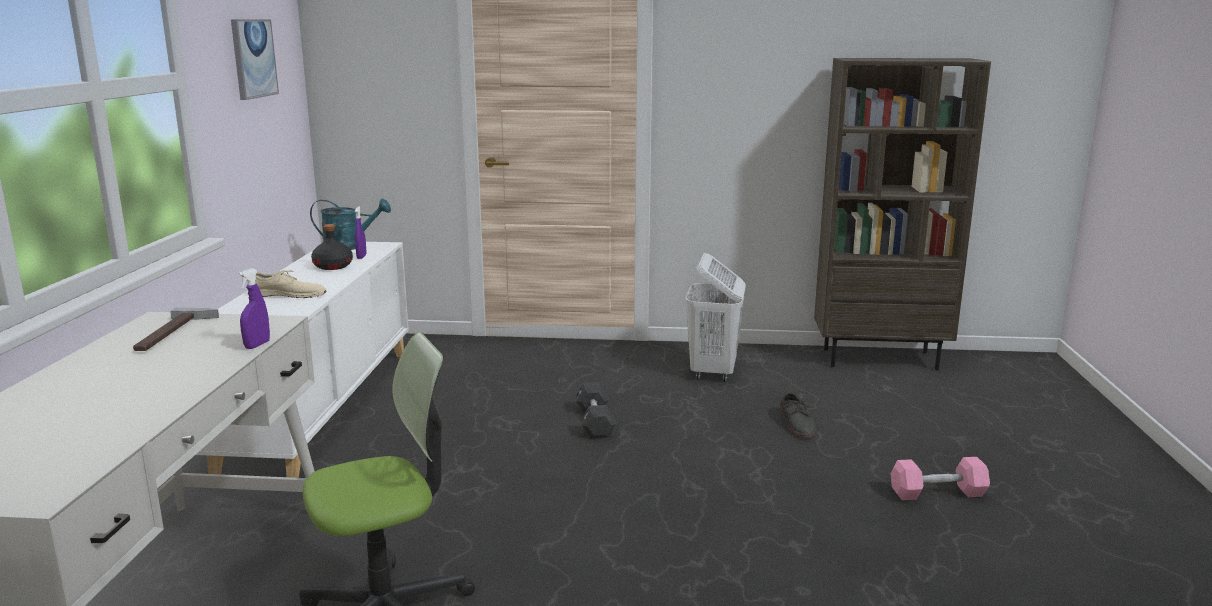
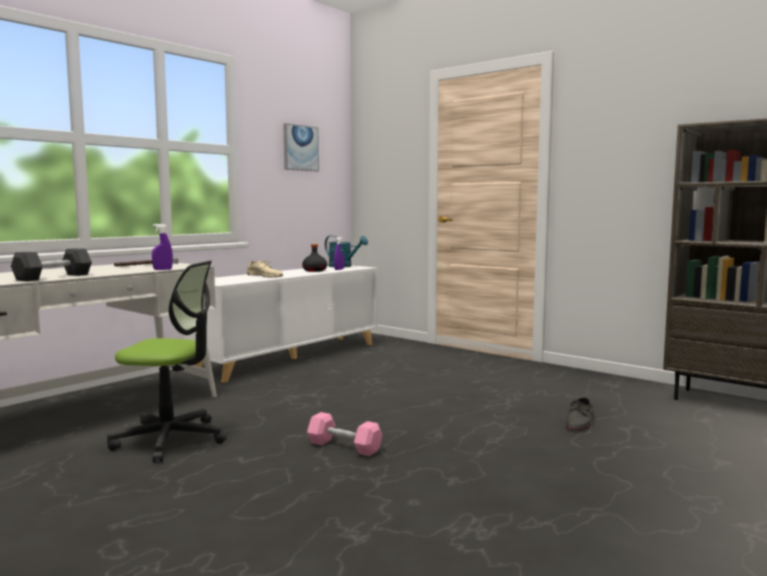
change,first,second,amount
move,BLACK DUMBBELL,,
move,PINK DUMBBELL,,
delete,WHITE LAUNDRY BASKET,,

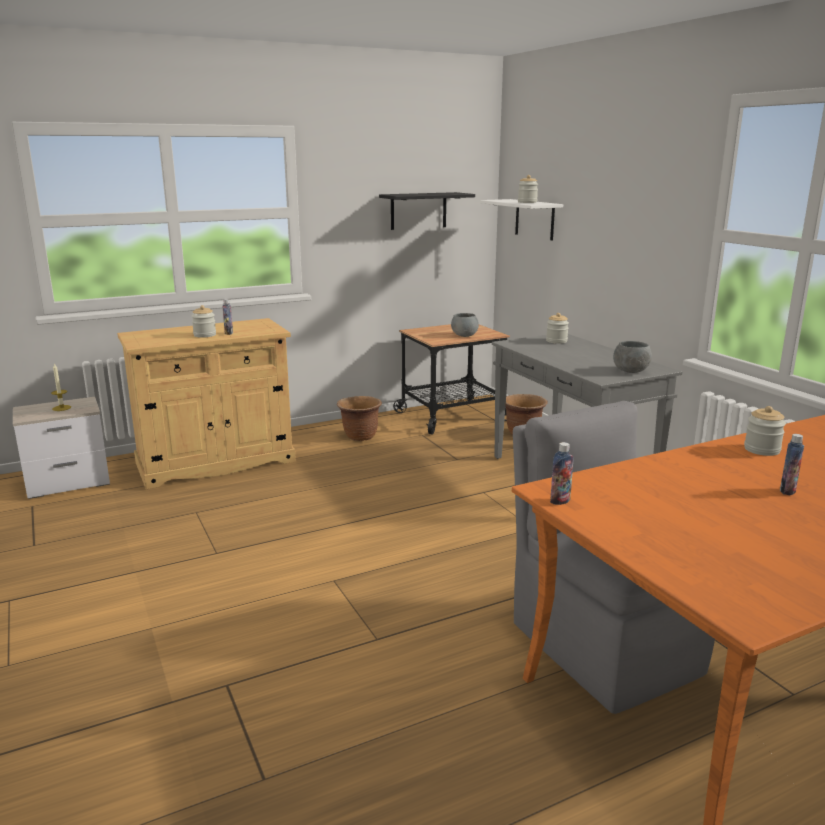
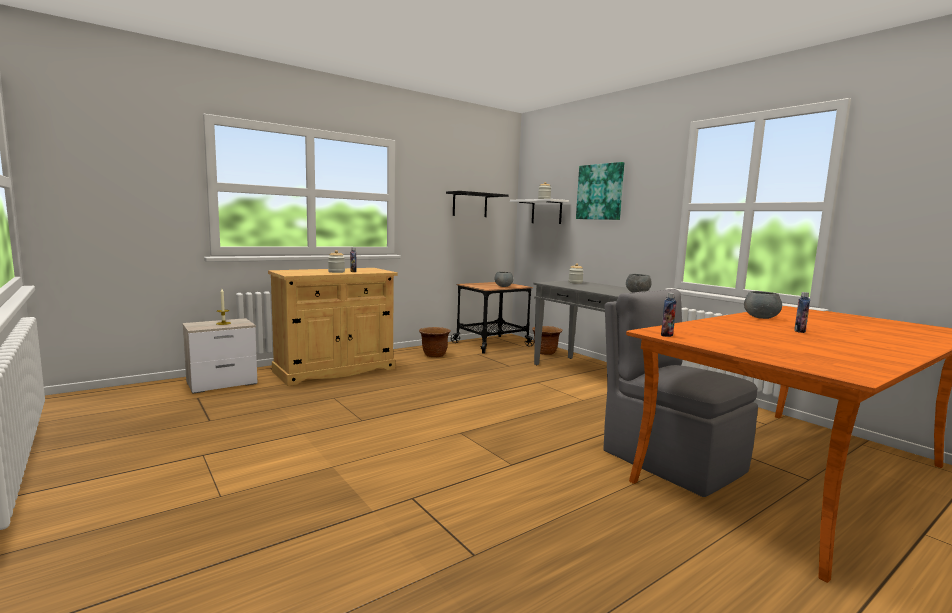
change,first,second,amount
insert,,PICTURE,
replace,JAR (4th from left),GREY BOWL (3rd from left),

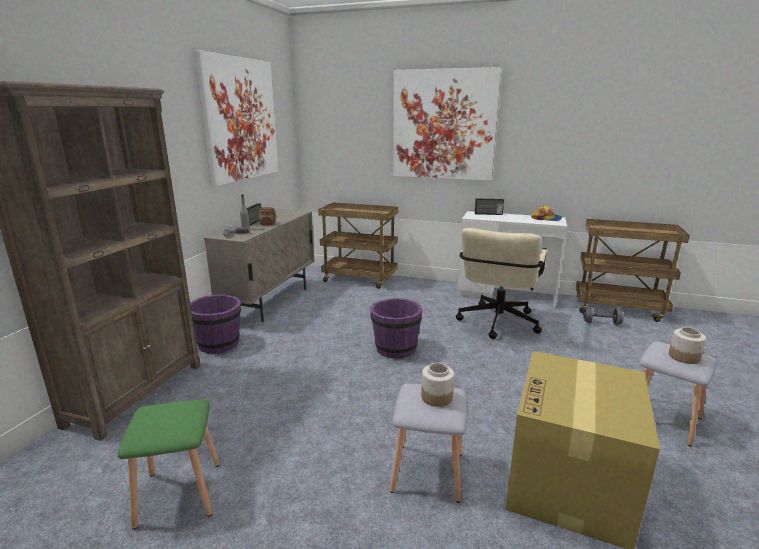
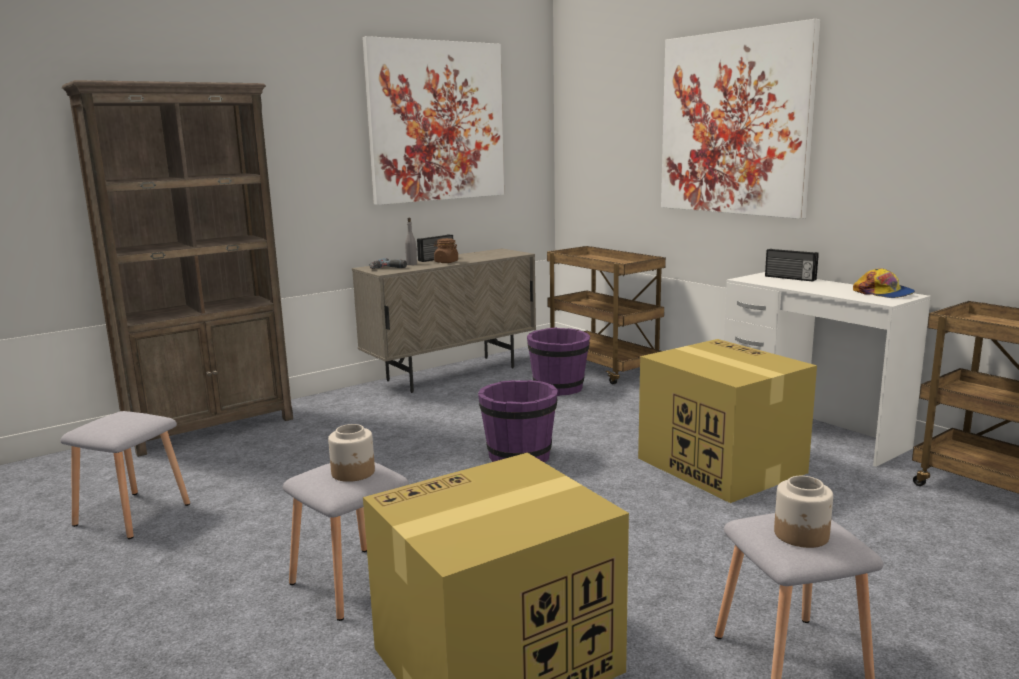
change,first,second,amount
recolor,GREEN STOOL,GREY STOOL (1st from left),
move,PURPLE BUCKET (1st from left in the first image),PURPLE BUCKET (2nd from left),
replace,BEIGE OFFICE CHAIR,CARDBOARD BOX (2nd from left),
delete,GREY DUMBBELL,,

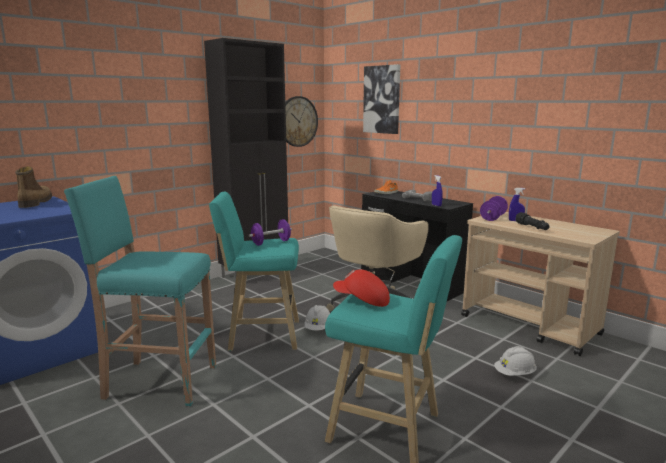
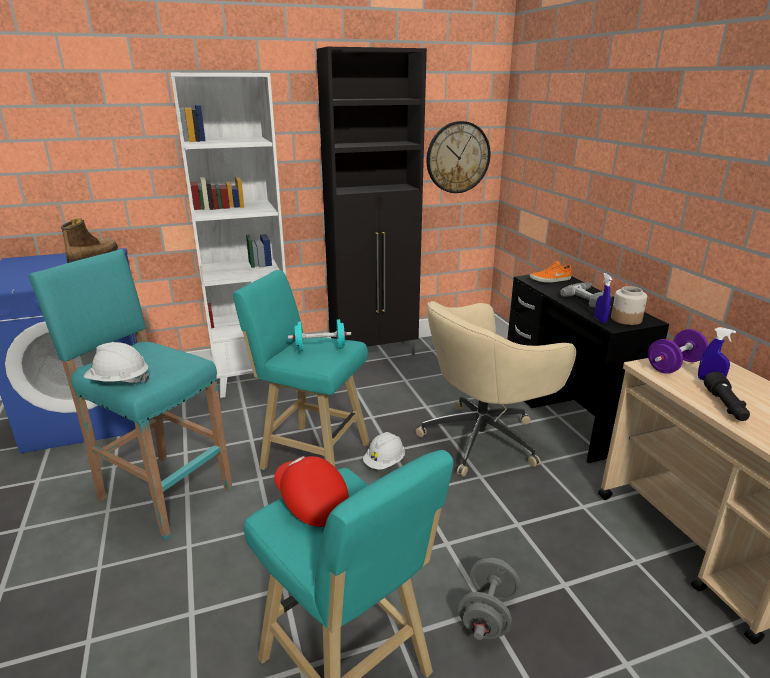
change,first,second,amount
move,WHITE HARD HAT (2nd from left in the first image),WHITE HARD HAT (1st from left),
insert,,WHITE BOOKCASE,
recolor,PURPLE DUMBBELL (1st from left),TURQUOISE DUMBBELL,
insert,,GREY DUMBBELL,
insert,,JAR,
delete,PICTURE,,

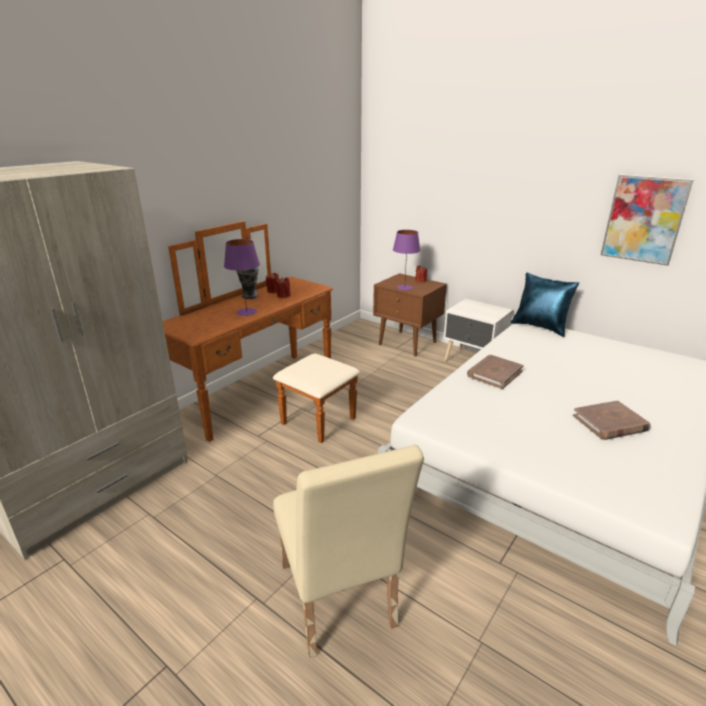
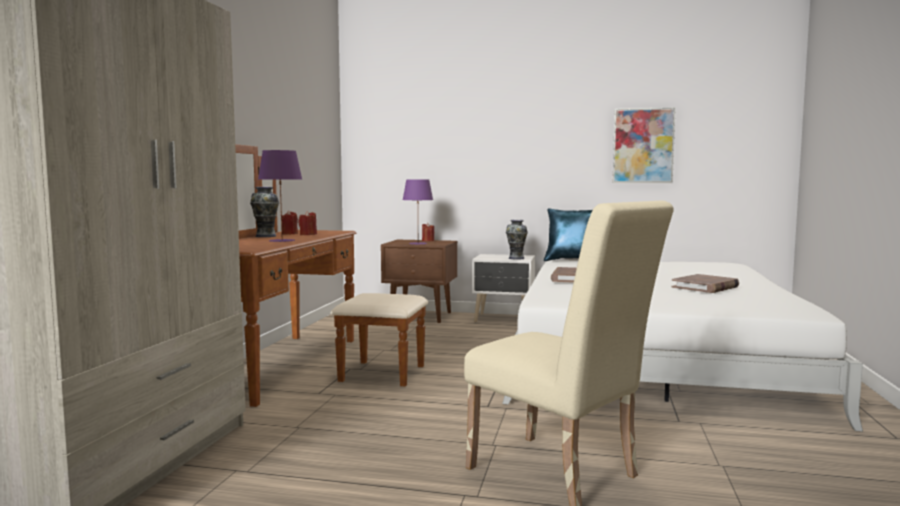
change,first,second,amount
insert,,VASE (2nd from left),

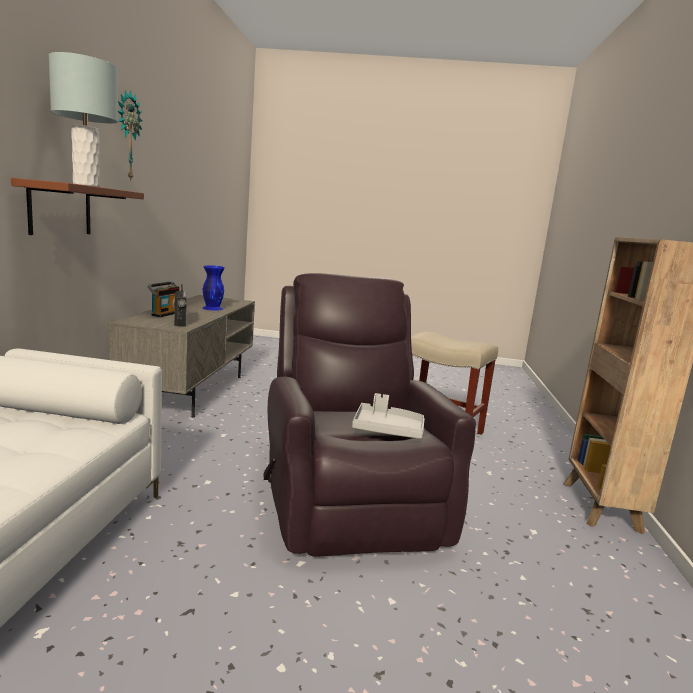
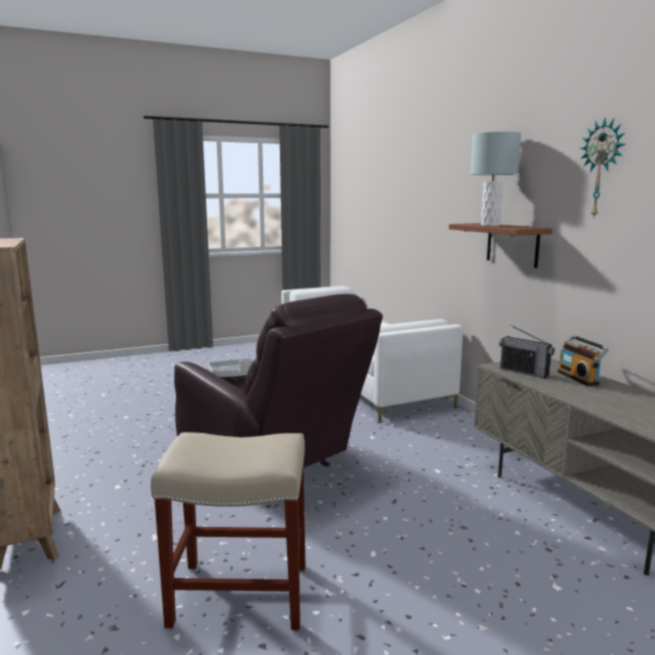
change,first,second,amount
delete,BLUE VASE,,

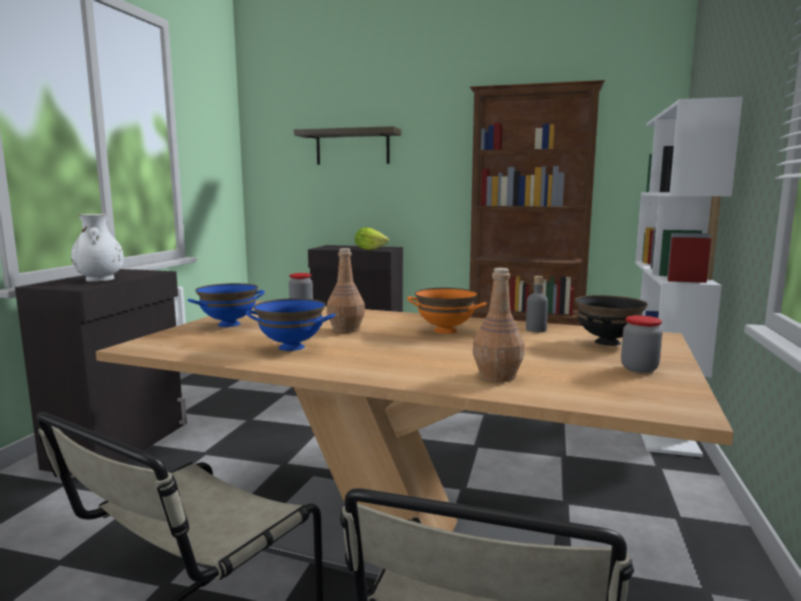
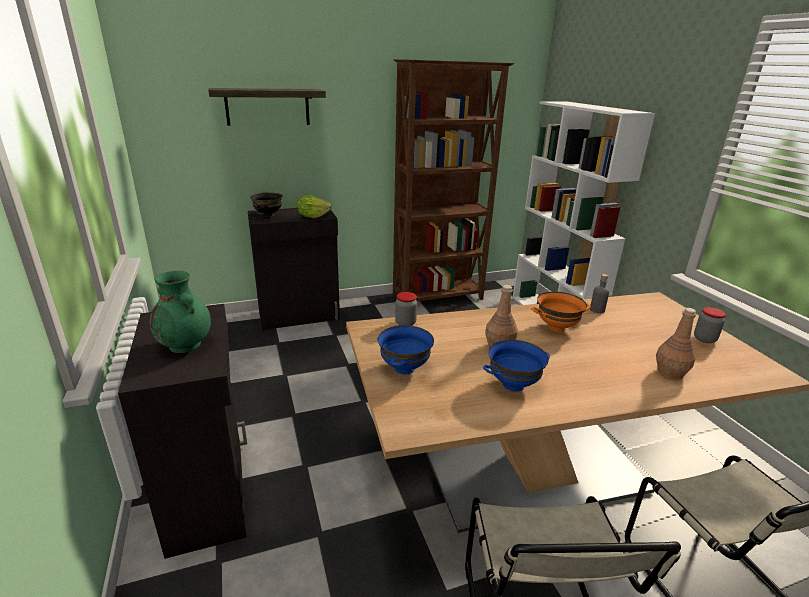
change,first,second,amount
recolor,WHITE VASE,GREEN VASE,
move,BLACK BOWL,,

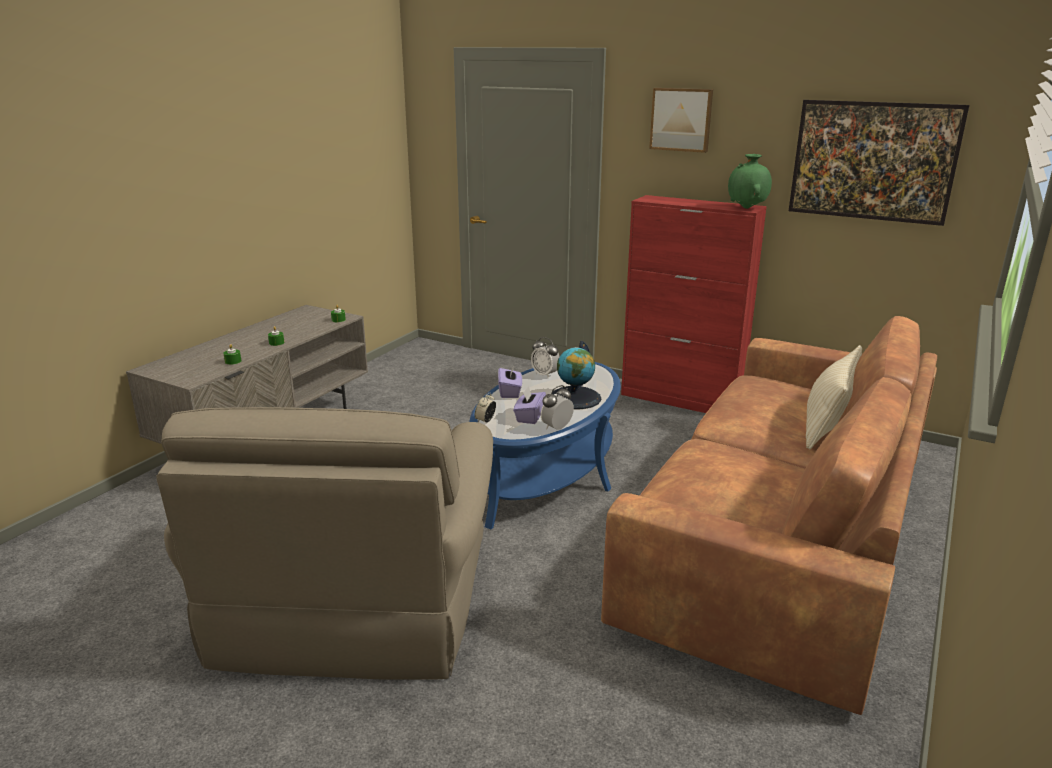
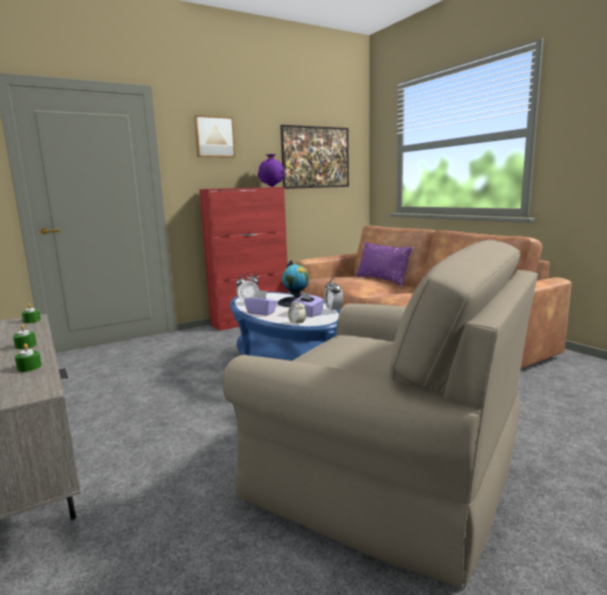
change,first,second,amount
recolor,GREEN VASE,PURPLE VASE,
recolor,BEIGE PILLOW,PURPLE PILLOW,

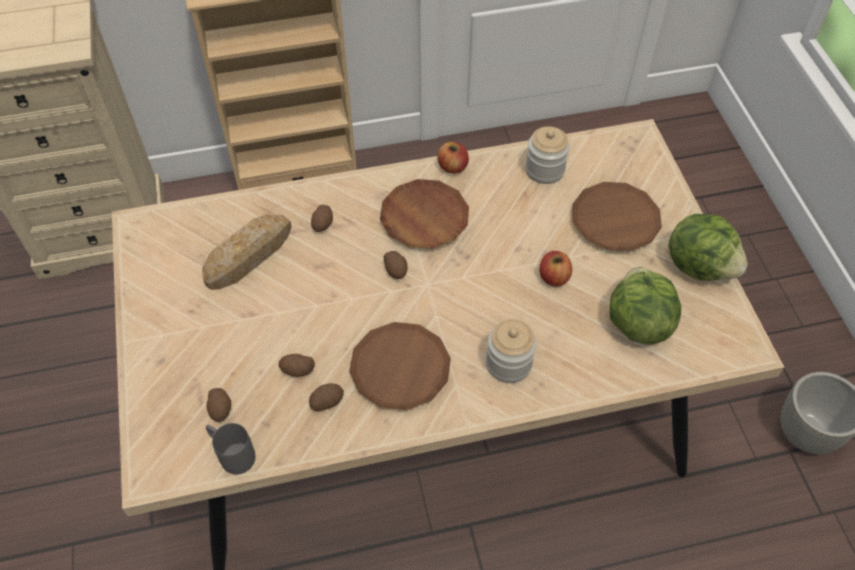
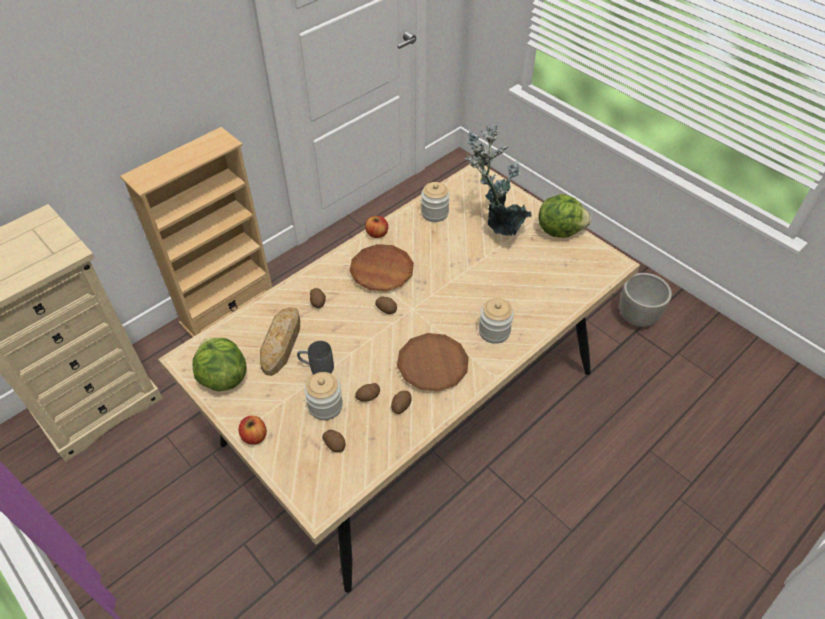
change,first,second,amount
move,LETTUCE (1st from left),,
move,APPLE (2nd from left in the first image),APPLE (1st from left),
move,GREY MUG,,
insert,,JAR (1st from left),
replace,BROWN PLATE (3rd from left),POTTED PLANT,

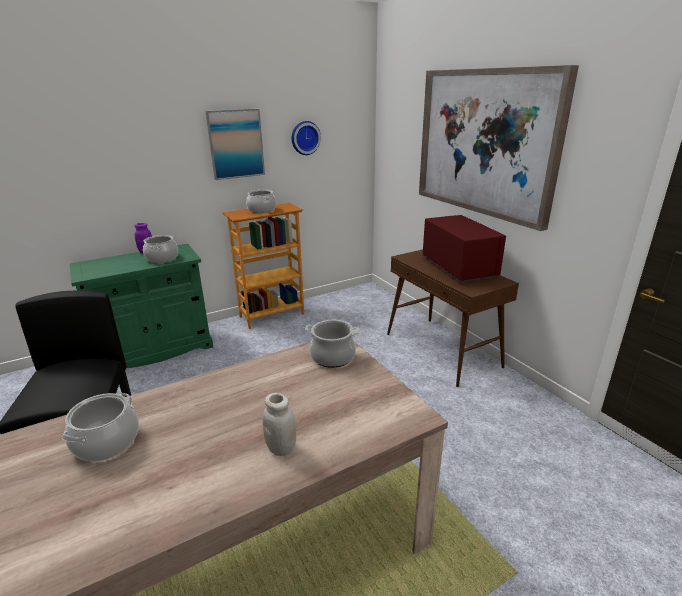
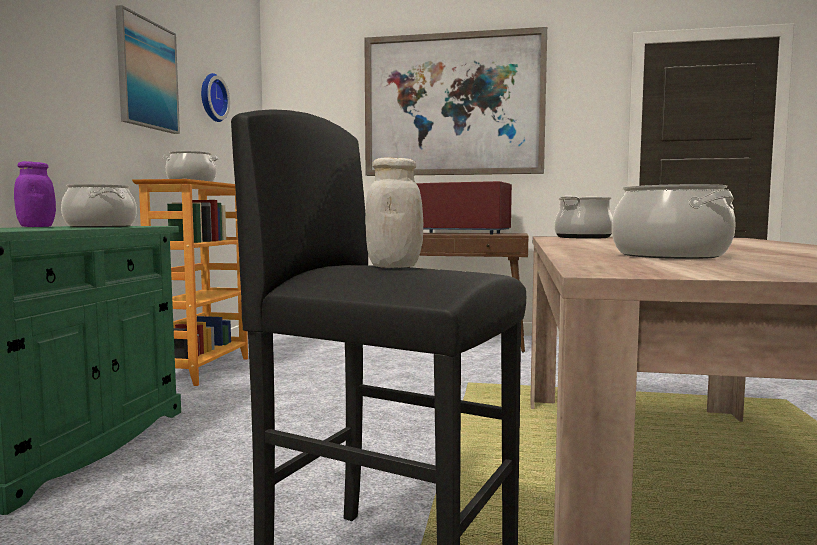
change,first,second,amount
move,WHITE JAR,,

